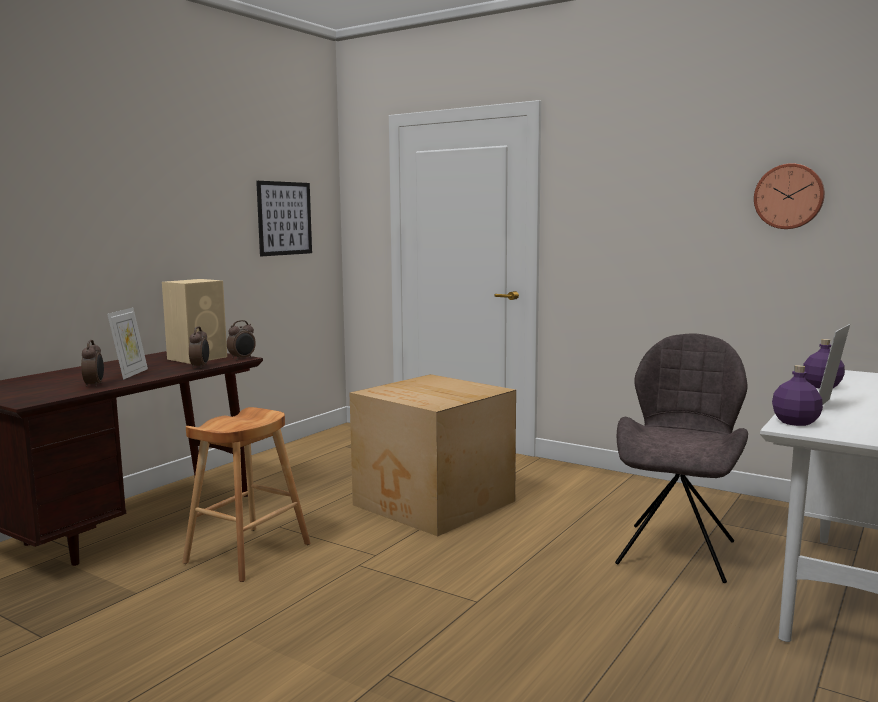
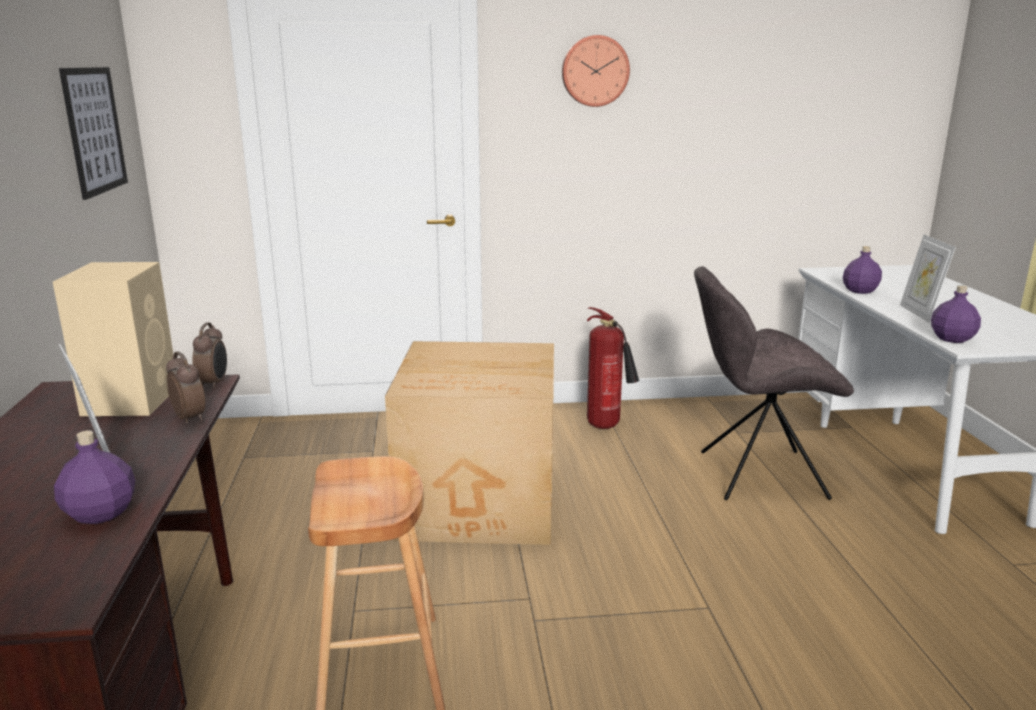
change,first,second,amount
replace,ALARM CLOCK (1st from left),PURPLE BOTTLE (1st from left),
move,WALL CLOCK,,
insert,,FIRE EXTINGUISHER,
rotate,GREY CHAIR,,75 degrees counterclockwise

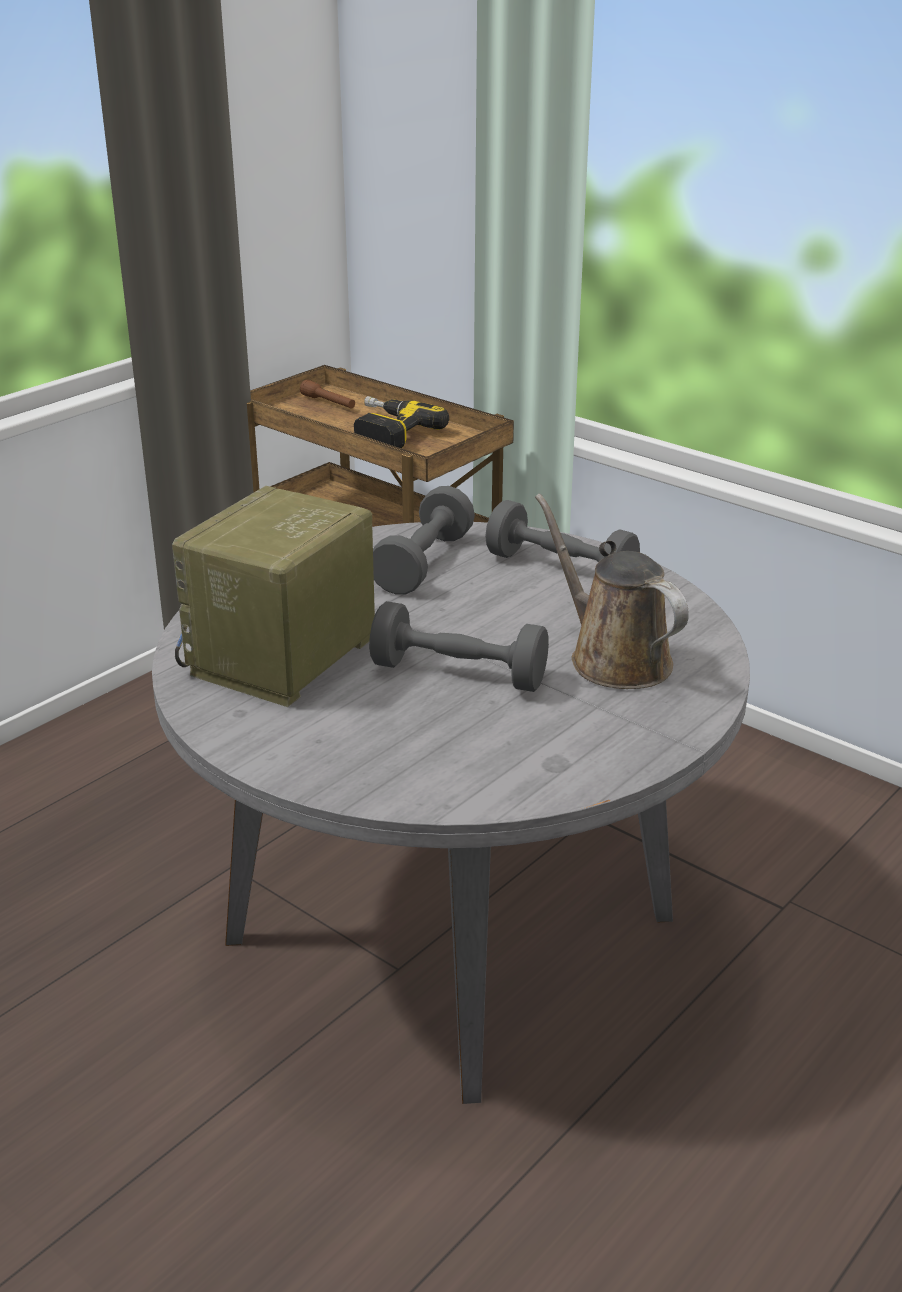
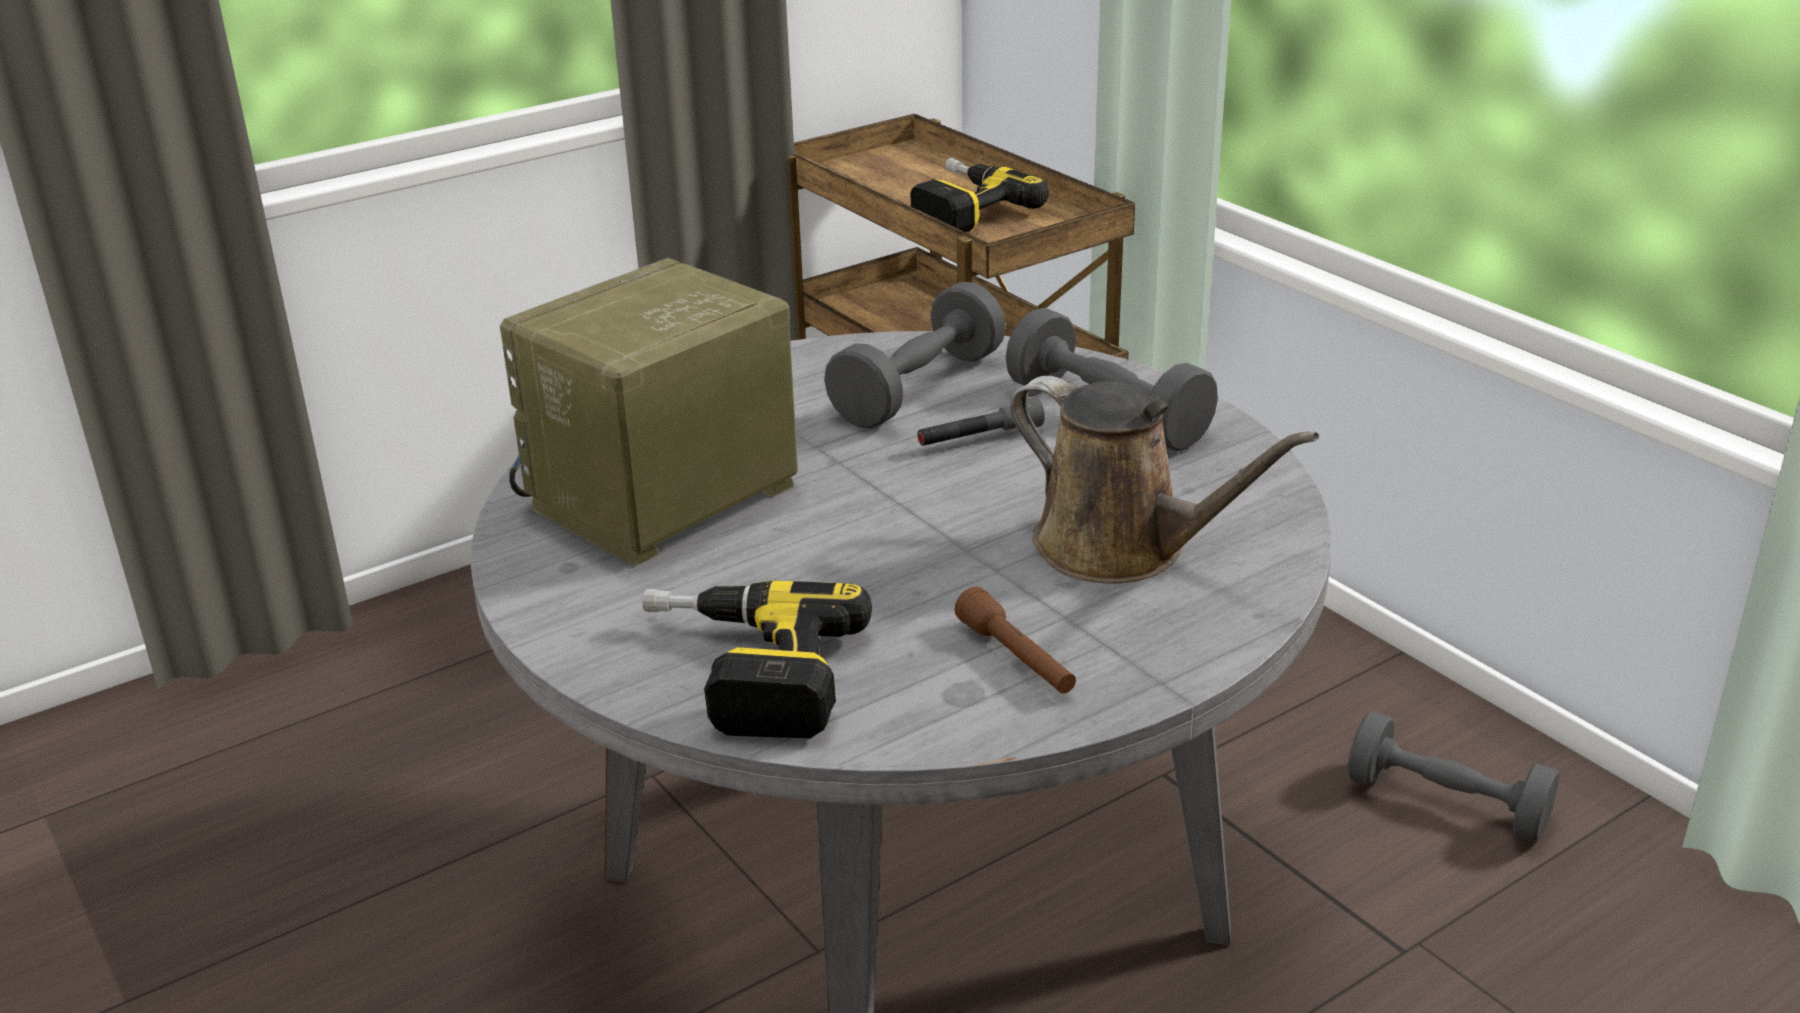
change,first,second,amount
insert,,POWER DRILL (1st from left),
insert,,GREY FLASHLIGHT,
move,BROWN FLASHLIGHT,,
rotate,BROWN WATERING CAN,,150 degrees clockwise
move,GREY DUMBBELL (2nd from left in the first image),GREY DUMBBELL (3rd from left),

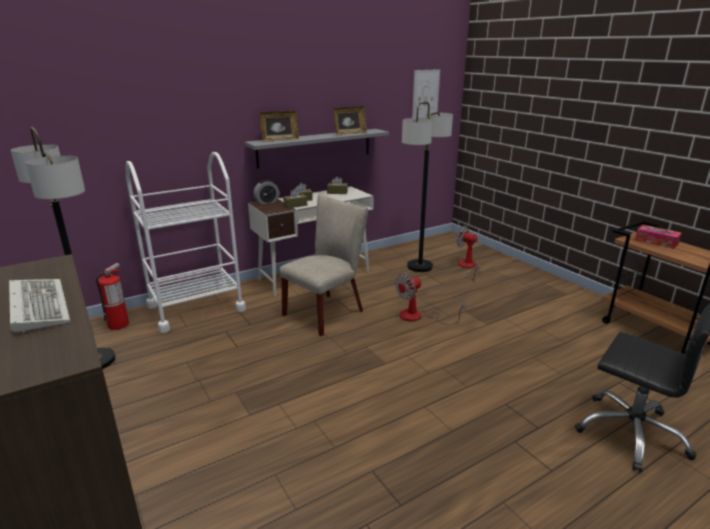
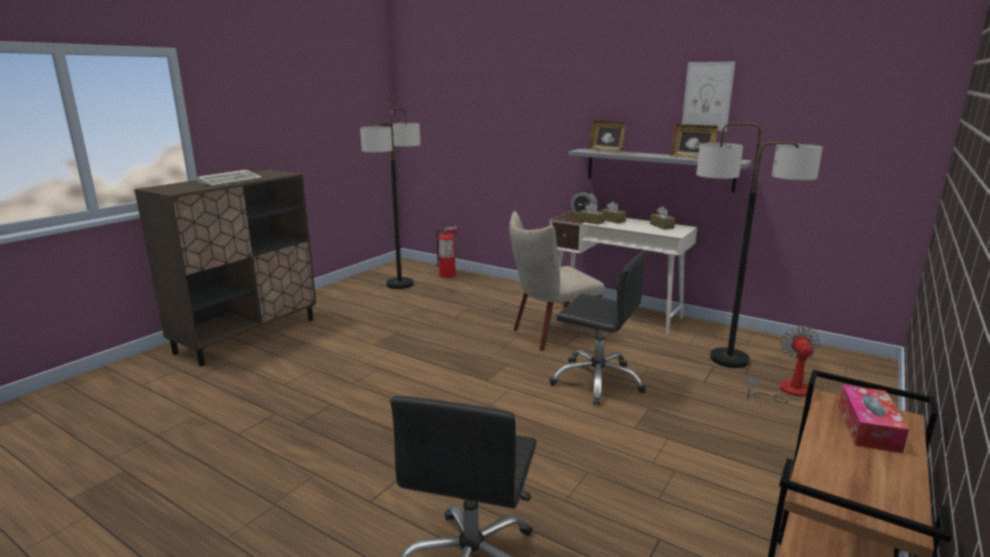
change,first,second,amount
rotate,BEIGE CHAIR,,135 degrees clockwise
replace,FAN (1st from left),BLACK OFFICE CHAIR (2nd from left),
move,PICTURE,,
delete,WHITE CART,,

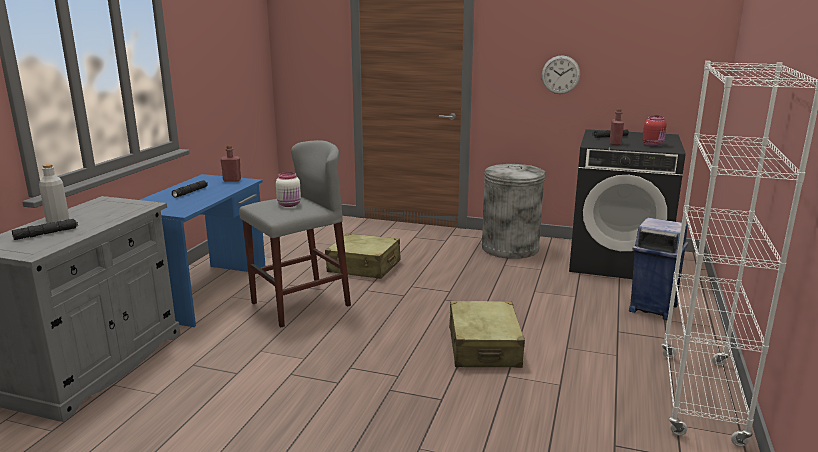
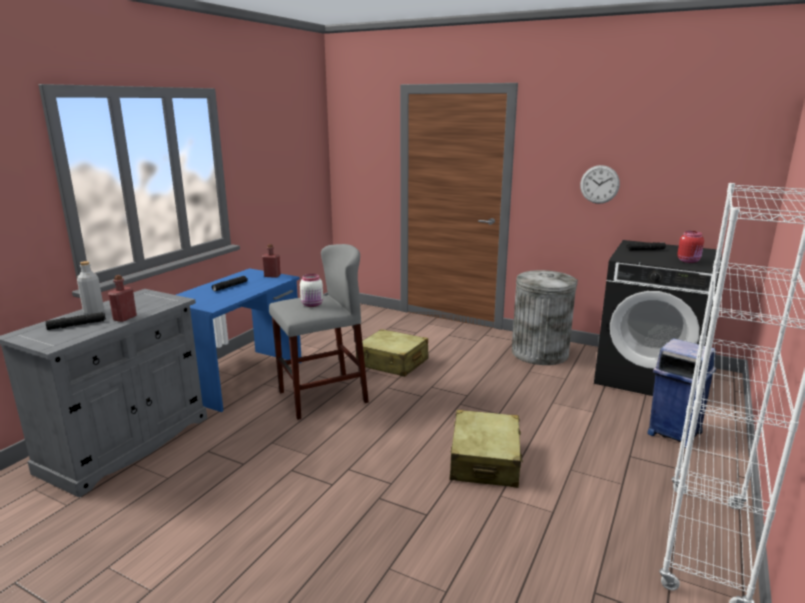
change,first,second,amount
move,RED BOTTLE (2nd from left in the first image),RED BOTTLE (1st from left),

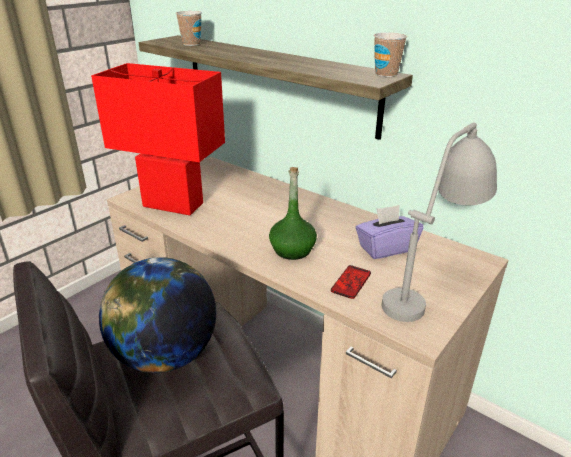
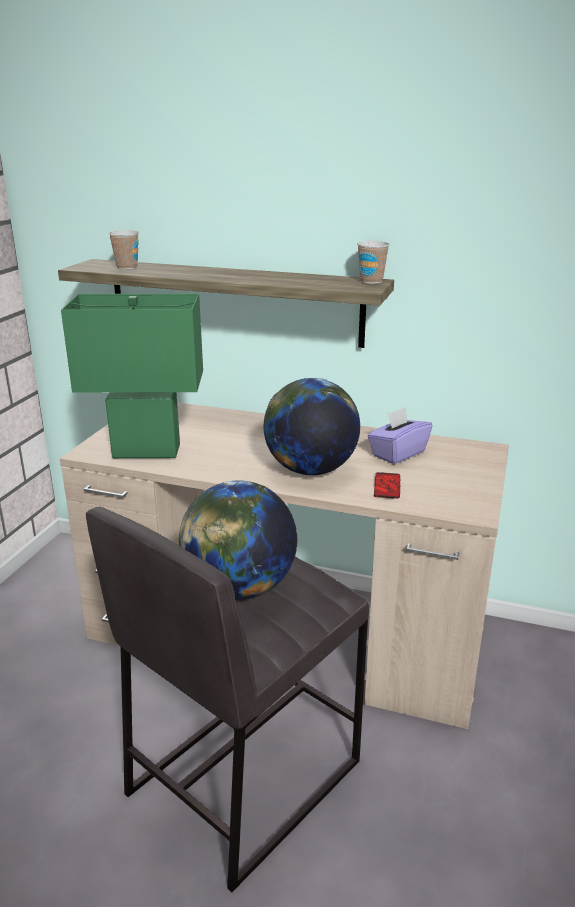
change,first,second,amount
recolor,RED TABLE LAMP,GREEN TABLE LAMP,
replace,GREEN BOTTLE,GLOBE (2nd from left),
delete,GREY TABLE LAMP,,

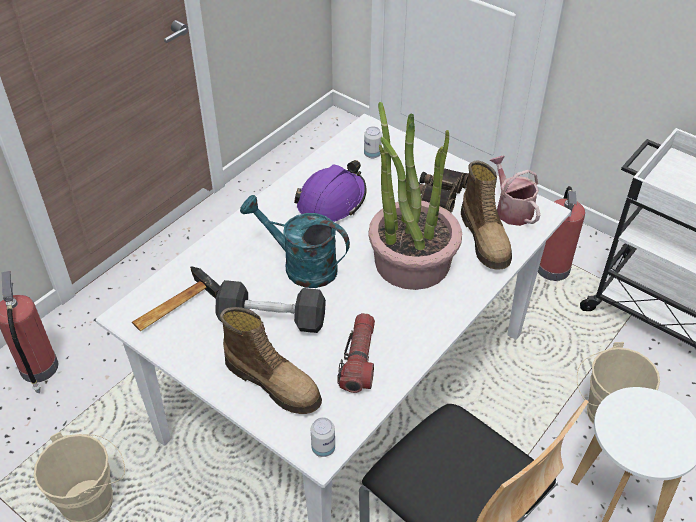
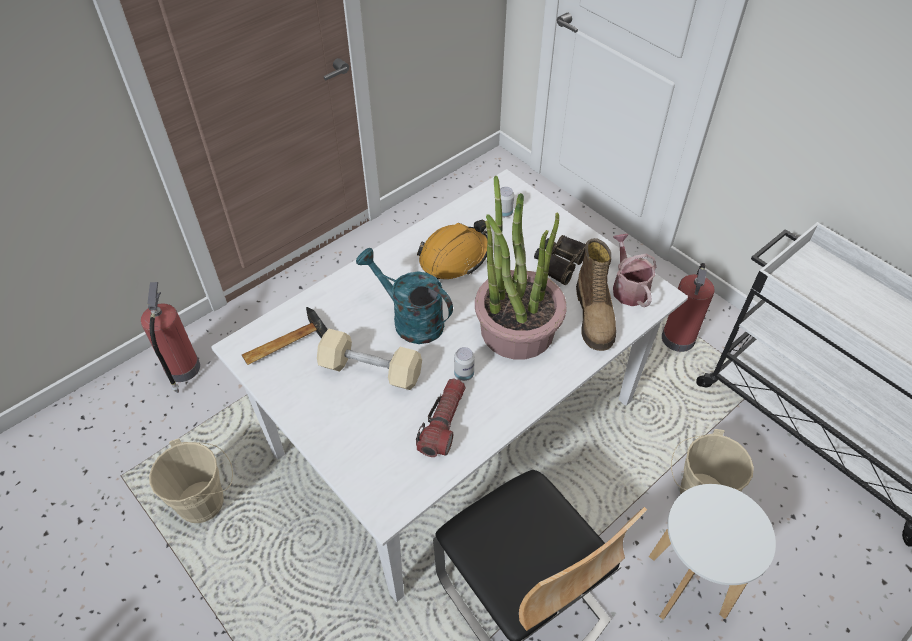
change,first,second,amount
recolor,BLACK DUMBBELL,BEIGE DUMBBELL,
recolor,PURPLE HARD HAT,ORANGE HARD HAT,
move,CAN (1st from left),,
delete,BOOT (1st from left),,

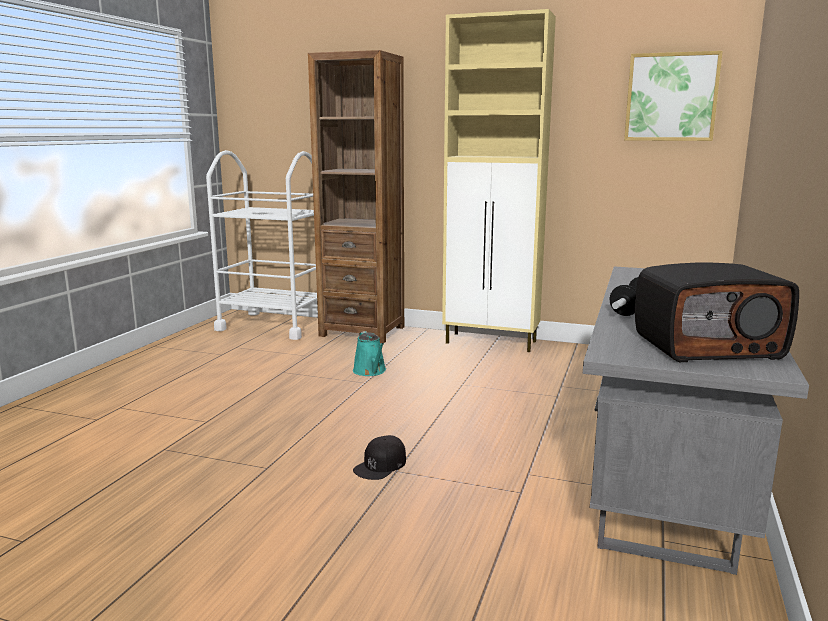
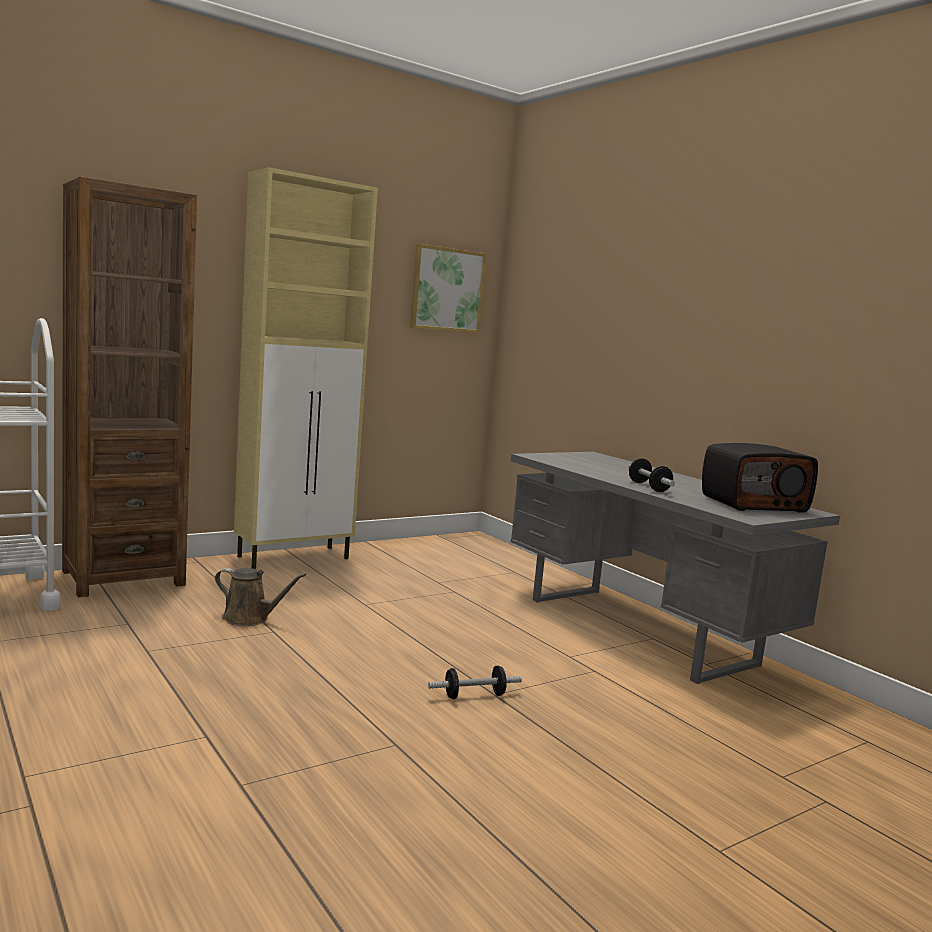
change,first,second,amount
recolor,TURQUOISE WATERING CAN,BROWN WATERING CAN,
replace,BLACK CAP,DUMBBELL (1st from left),
rotate,RADIO,,45 degrees clockwise

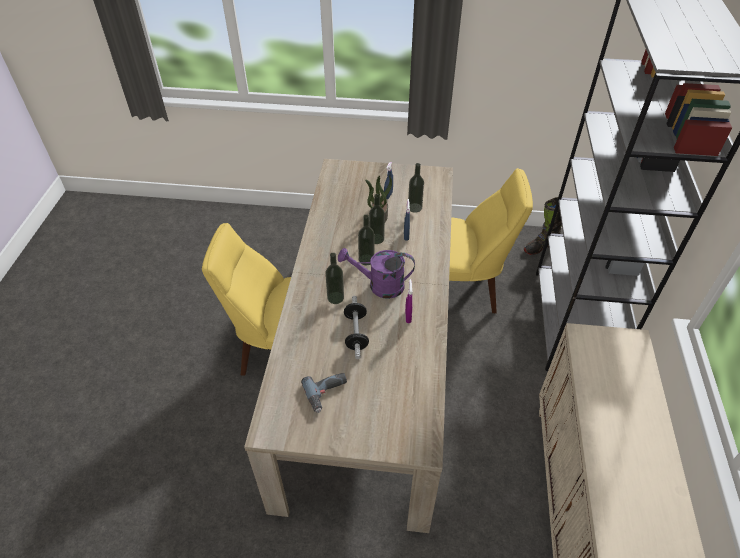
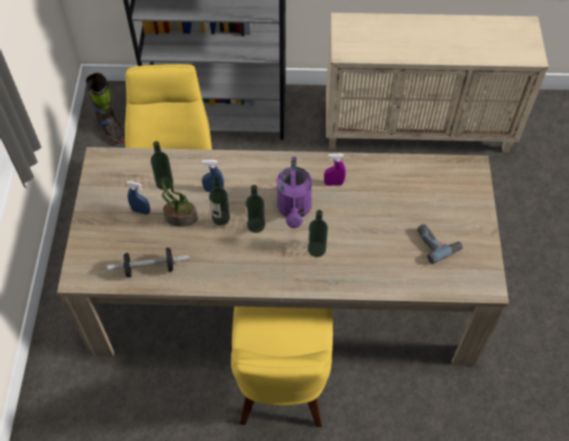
change,first,second,amount
move,DUMBBELL,,

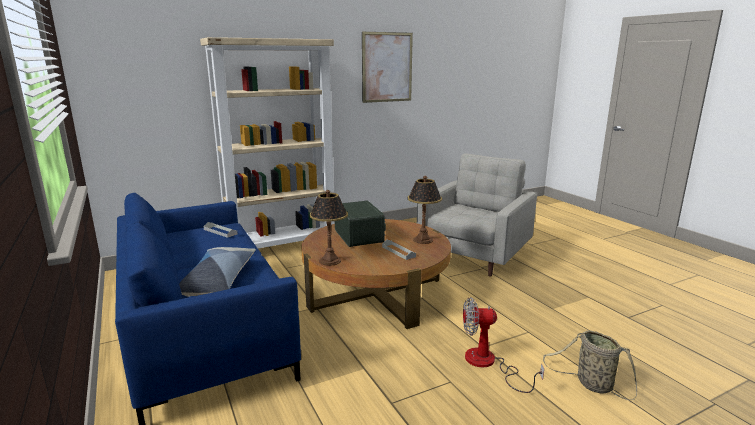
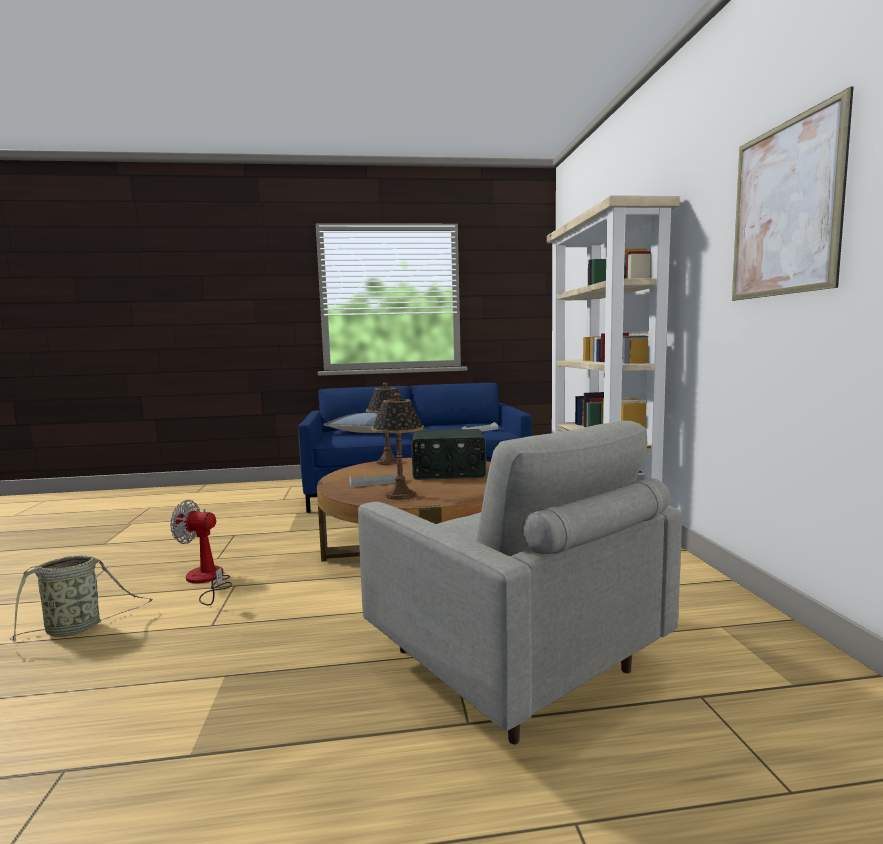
change,first,second,amount
rotate,FAN,,105 degrees counterclockwise

